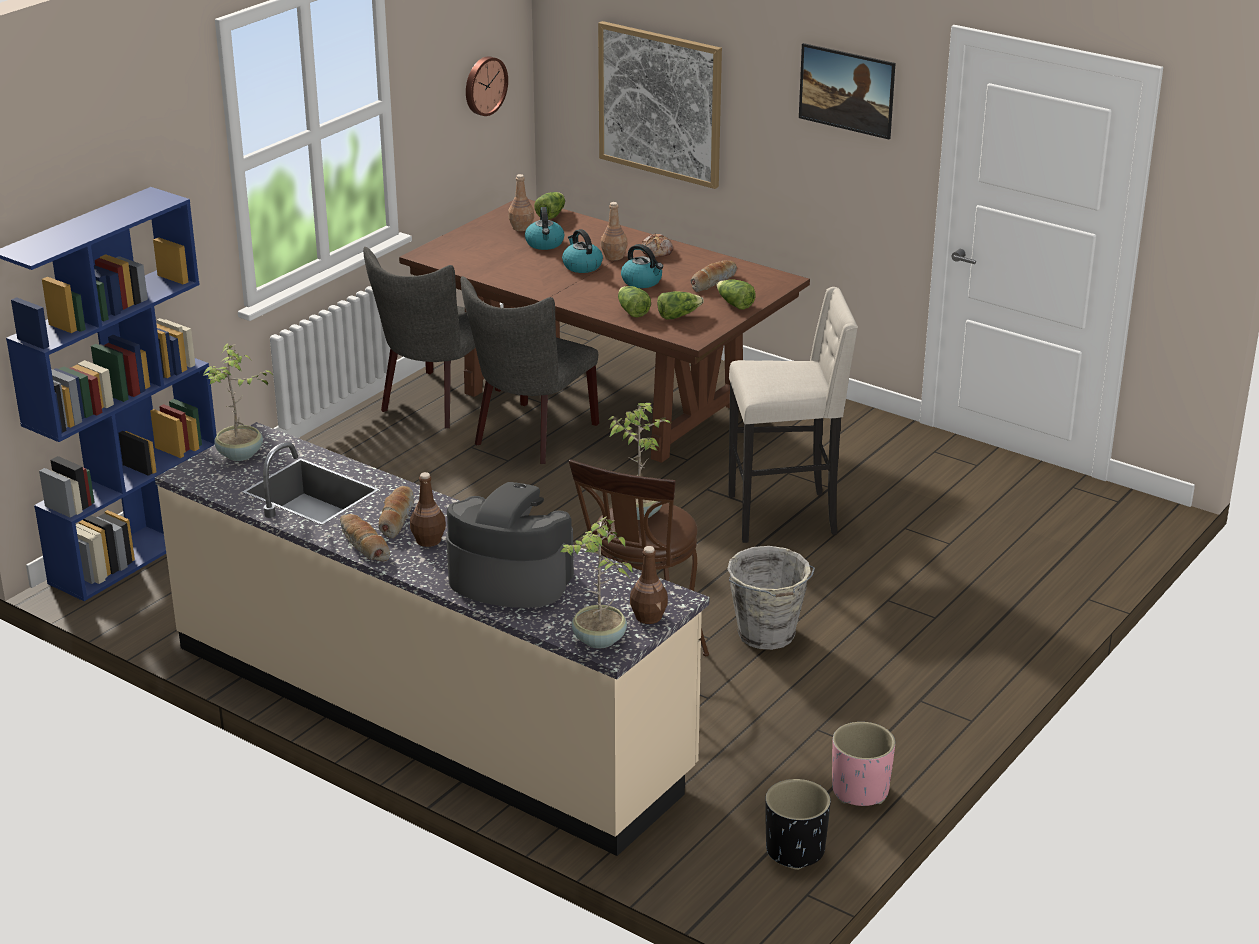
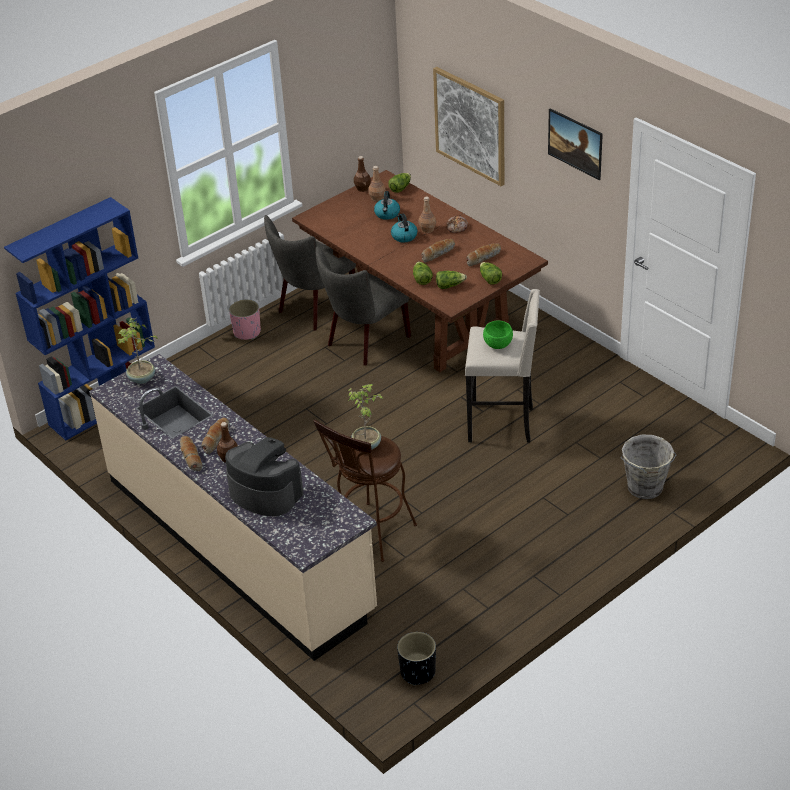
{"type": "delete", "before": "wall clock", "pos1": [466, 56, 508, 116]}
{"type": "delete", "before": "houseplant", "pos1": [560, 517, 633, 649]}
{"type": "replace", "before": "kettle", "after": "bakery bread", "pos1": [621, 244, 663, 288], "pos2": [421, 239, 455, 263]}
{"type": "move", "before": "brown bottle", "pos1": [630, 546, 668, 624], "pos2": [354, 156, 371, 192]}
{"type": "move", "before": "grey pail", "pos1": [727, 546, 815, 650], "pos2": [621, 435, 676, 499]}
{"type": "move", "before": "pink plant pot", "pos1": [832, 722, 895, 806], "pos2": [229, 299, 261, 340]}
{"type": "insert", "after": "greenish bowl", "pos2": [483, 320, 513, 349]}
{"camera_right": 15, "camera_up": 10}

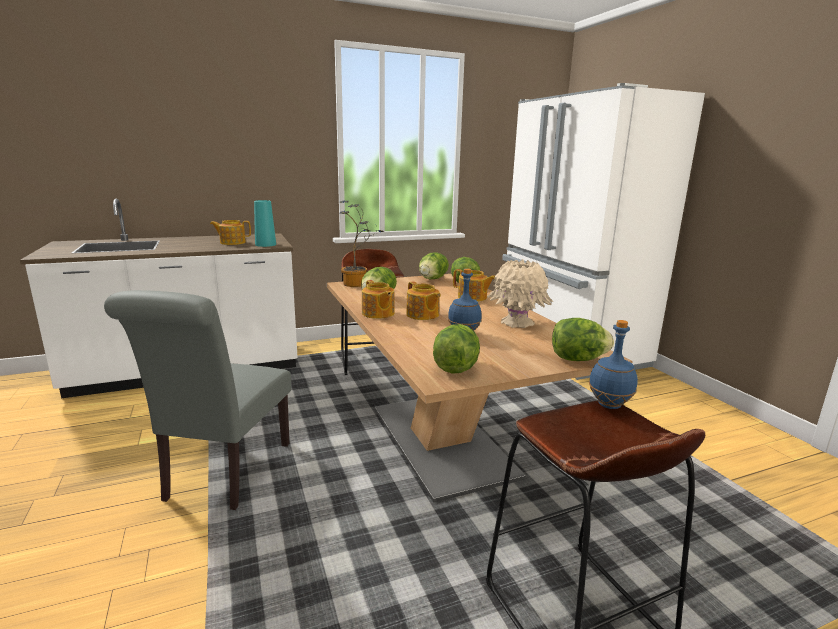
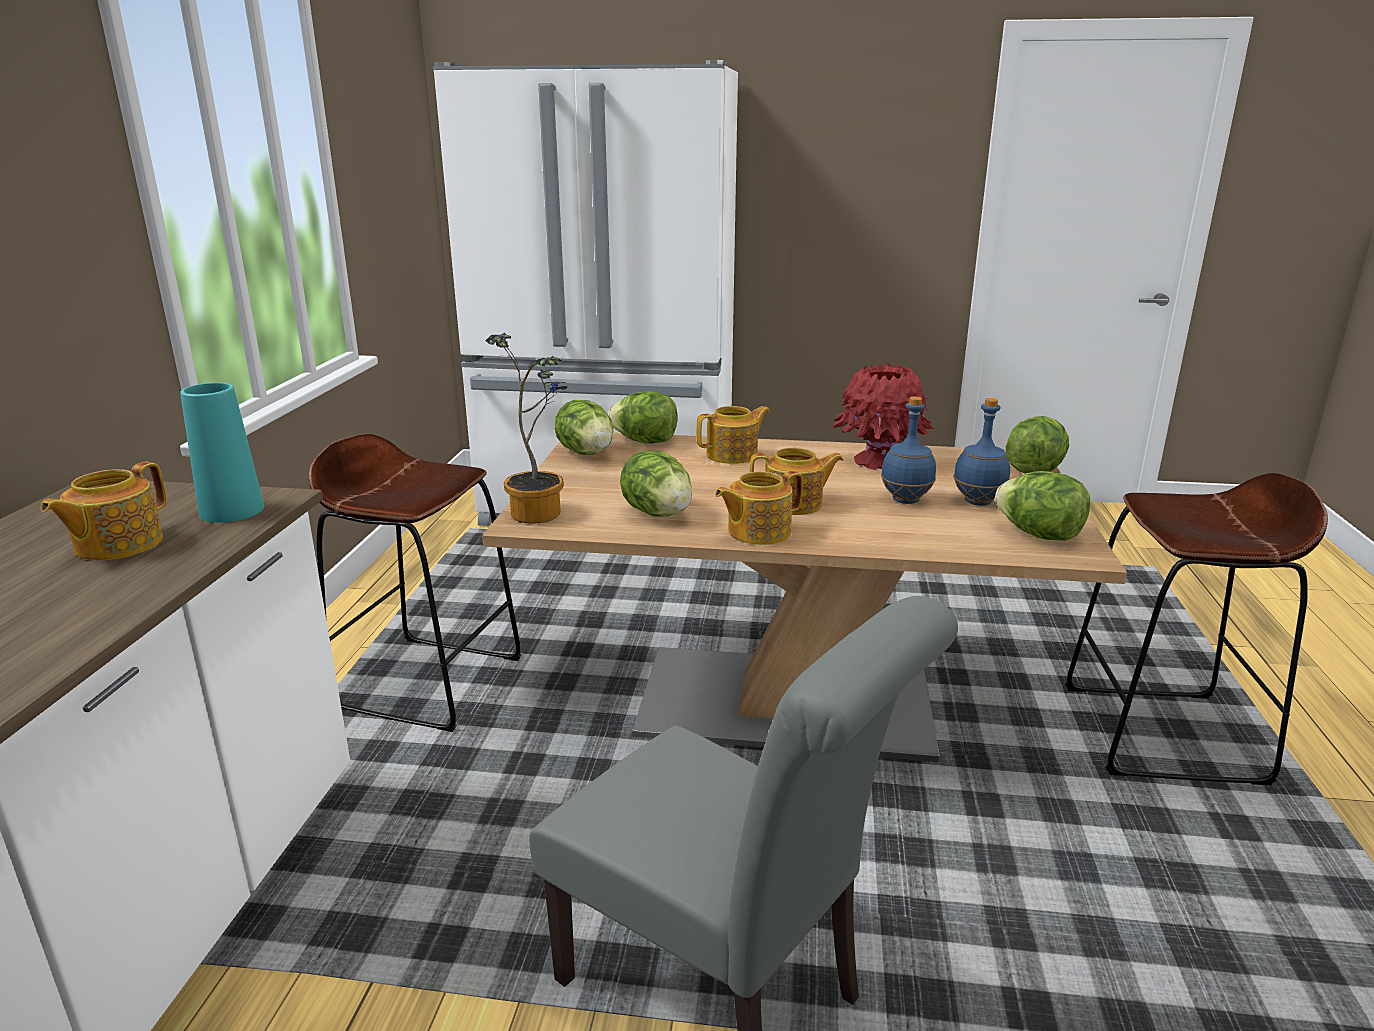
{"type": "rotate", "before": "teapot", "pos1": [362, 280, 395, 319], "pos2": [715, 471, 803, 545], "turn": 150}
{"type": "recolor", "before": "beige-coloured flower vase", "after": "red flower vase", "pos1": [487, 259, 553, 328], "pos2": [833, 363, 934, 470]}
{"type": "move", "before": "bluish bottle", "pos1": [589, 320, 638, 409], "pos2": [953, 398, 1010, 506]}
{"camera_right": -60, "camera_up": 5}

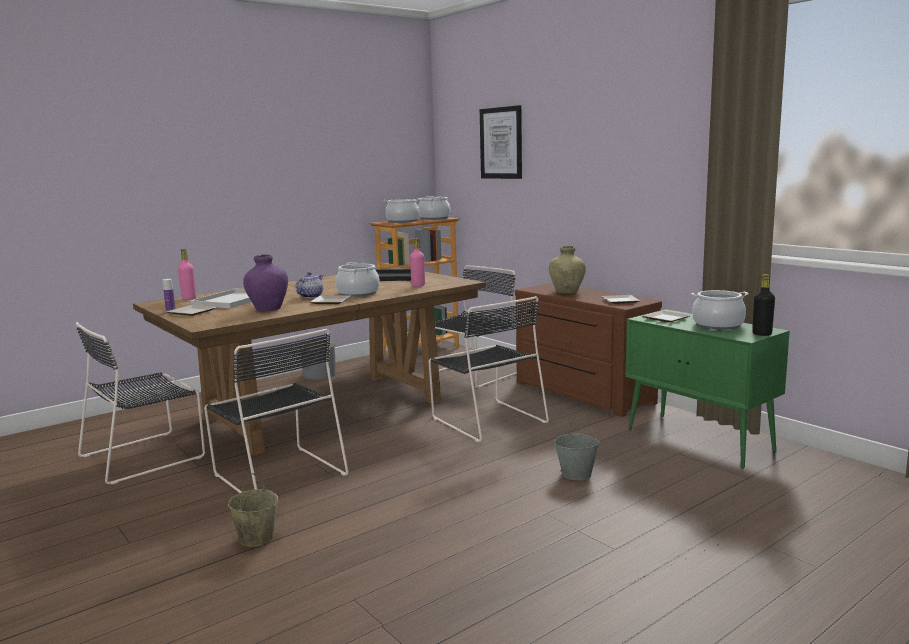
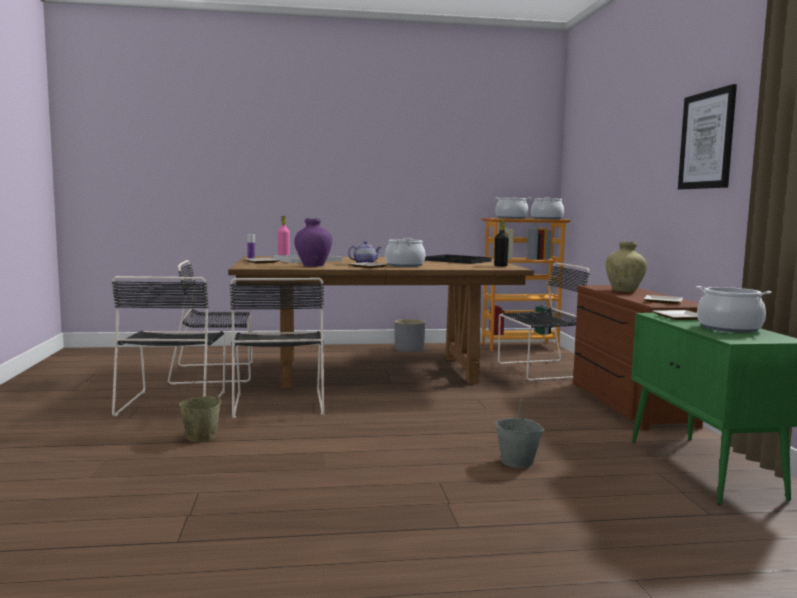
{"type": "delete", "before": "pink bottle", "pos1": [410, 238, 425, 287]}
{"type": "move", "before": "blackish upright chair", "pos1": [429, 296, 549, 442], "pos2": [112, 276, 226, 416]}
{"type": "move", "before": "wall picture", "pos1": [480, 105, 522, 179], "pos2": [678, 84, 737, 189]}
{"type": "move", "before": "blackish bottle", "pos1": [752, 274, 775, 336], "pos2": [494, 221, 509, 267]}
{"camera_right": 30, "camera_up": -5}

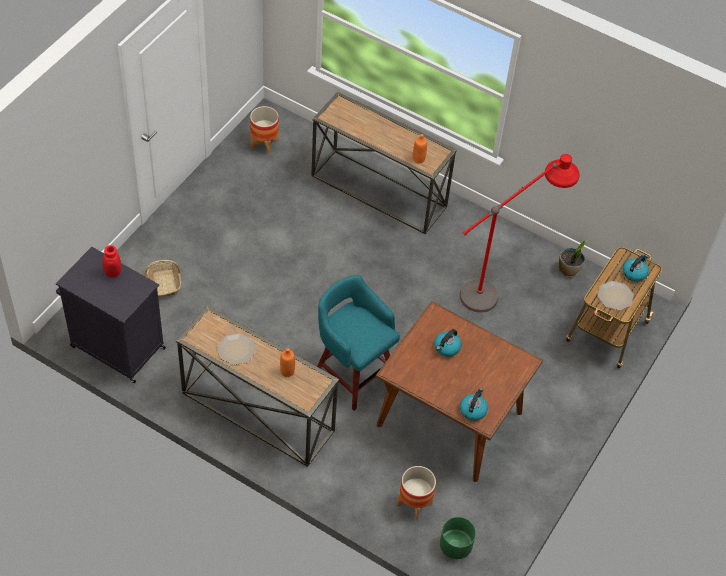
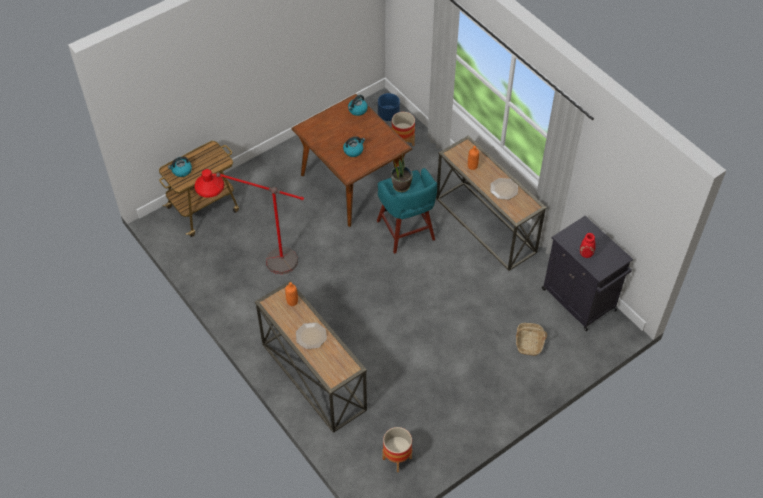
{"type": "recolor", "before": "greenish plant pot", "after": "bluish plant pot", "pos1": [440, 517, 476, 559], "pos2": [378, 93, 400, 121]}
{"type": "move", "before": "houseplant", "pos1": [559, 240, 587, 277], "pos2": [391, 154, 413, 192]}
{"type": "move", "before": "plate", "pos1": [598, 281, 634, 310], "pos2": [296, 322, 327, 349]}
{"camera_right": -155, "camera_up": 0}

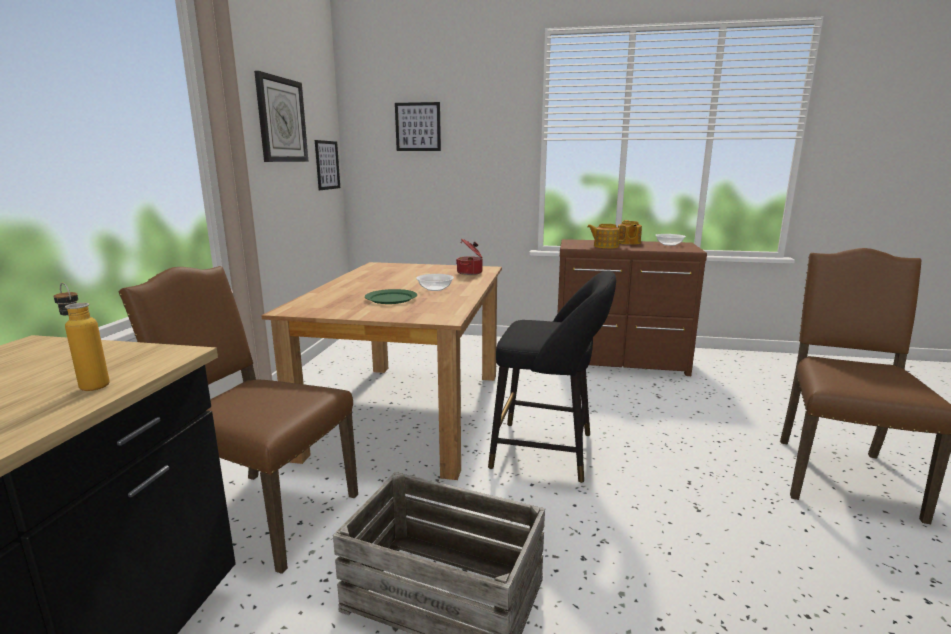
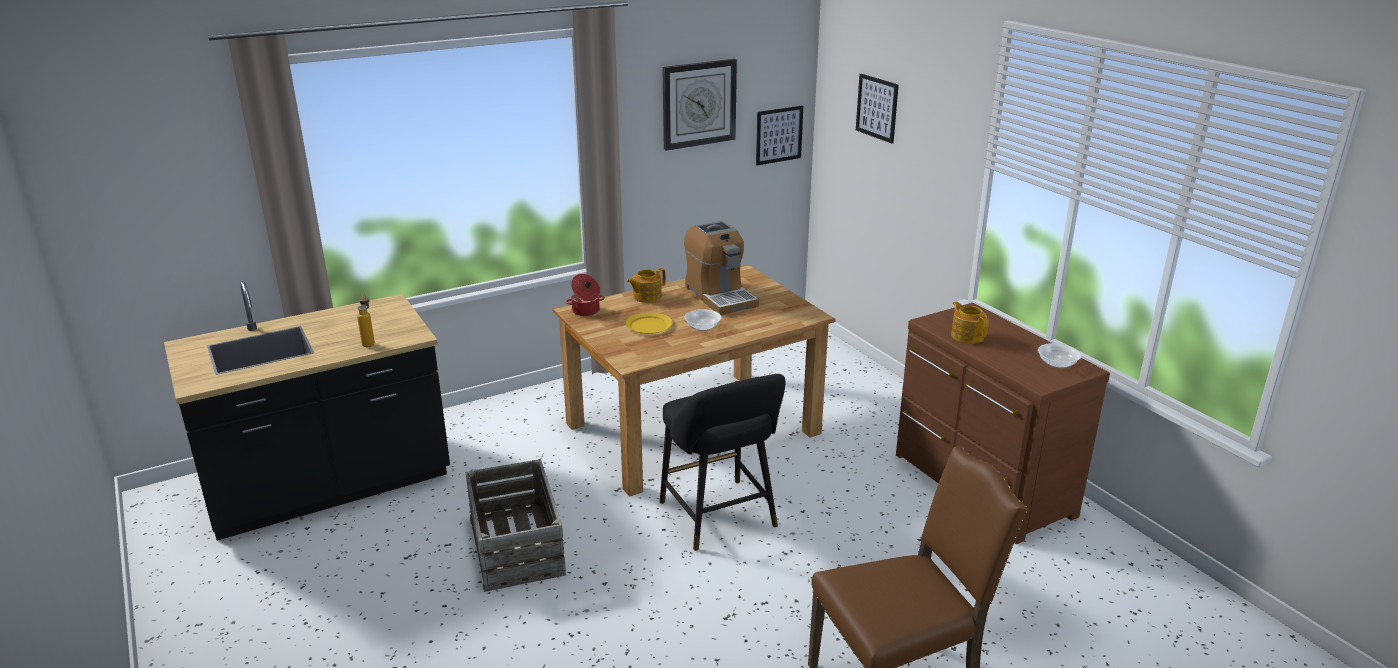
{"type": "delete", "before": "brown upright chair", "pos1": [119, 266, 358, 574]}
{"type": "recolor", "before": "greenish plate", "after": "yellowish plate", "pos1": [365, 289, 417, 304], "pos2": [626, 313, 673, 334]}
{"type": "move", "before": "saucepot", "pos1": [456, 239, 483, 275], "pos2": [566, 274, 605, 316]}
{"type": "move", "before": "teapot", "pos1": [618, 220, 642, 245], "pos2": [627, 268, 666, 303]}
{"type": "insert", "after": "coffee maker", "pos2": [684, 221, 759, 315]}
{"camera_right": 50, "camera_up": 10}

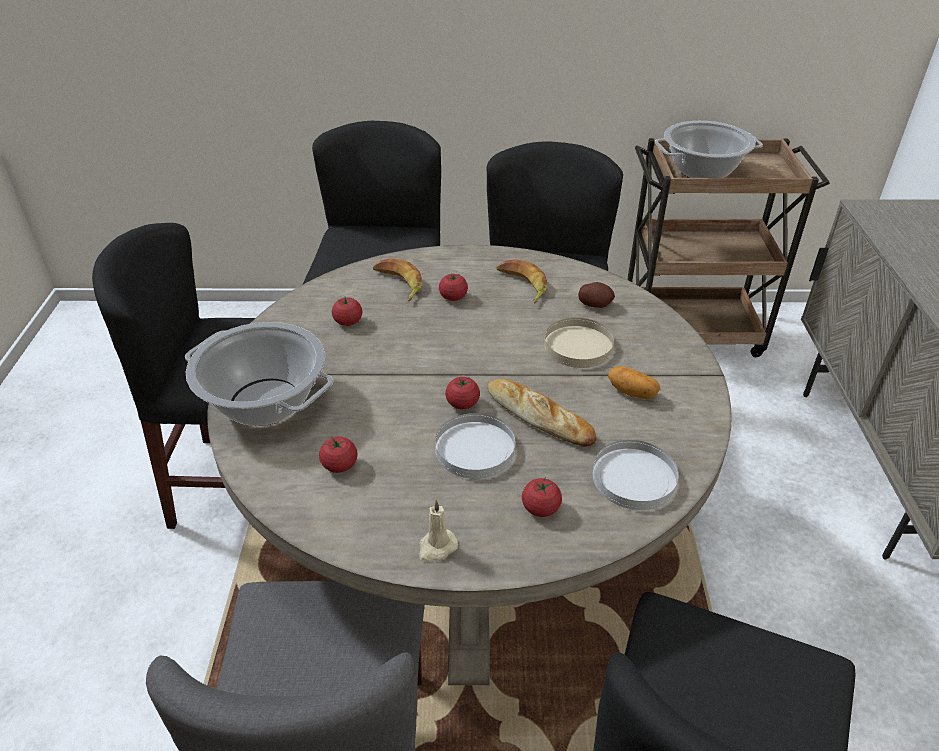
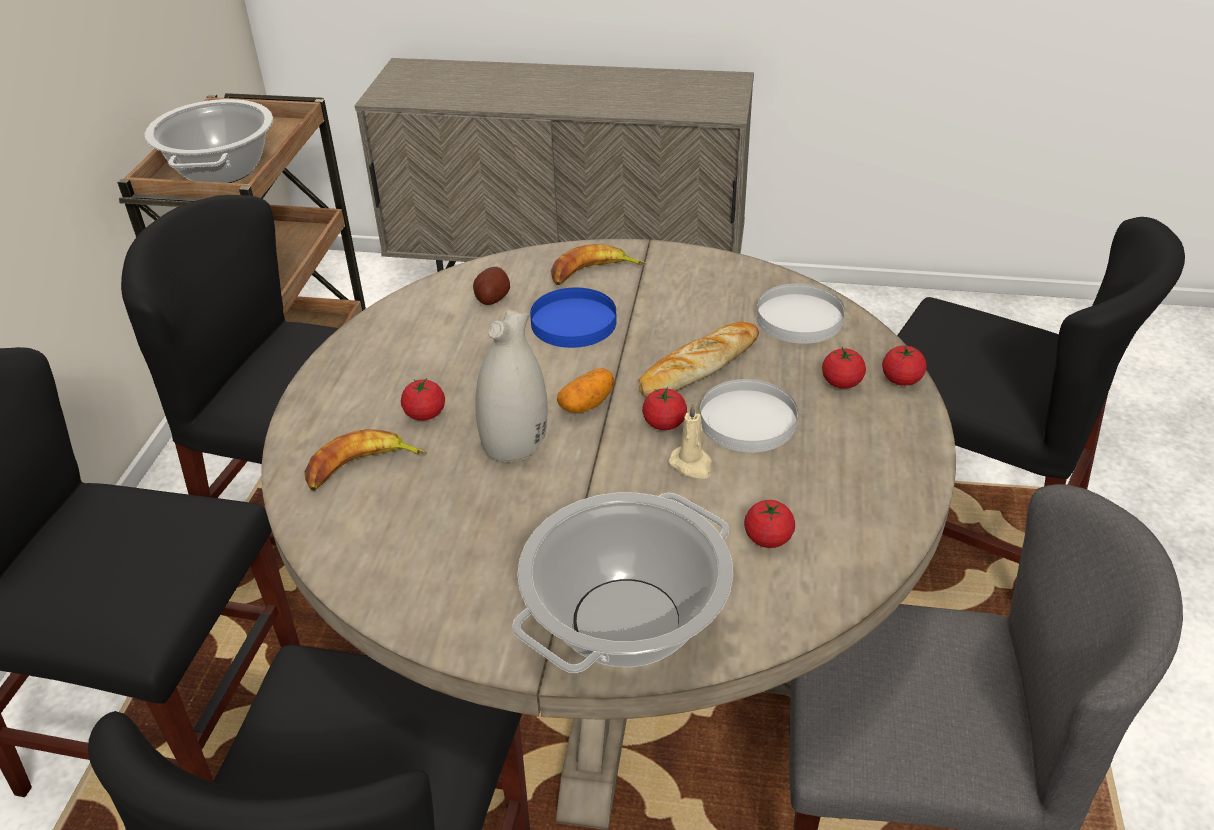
{"type": "move", "before": "fresh tomato", "pos1": [332, 297, 362, 326], "pos2": [882, 346, 927, 386]}
{"type": "move", "before": "beige-coloured wax candle", "pos1": [419, 500, 458, 562], "pos2": [669, 404, 712, 479]}
{"type": "move", "before": "banana fruit", "pos1": [496, 259, 547, 303], "pos2": [551, 244, 646, 285]}
{"type": "recolor", "before": "beige-coloured plate", "after": "bluish plate", "pos1": [544, 318, 614, 368], "pos2": [530, 287, 617, 348]}
{"type": "move", "before": "potato", "pos1": [608, 366, 660, 399], "pos2": [557, 368, 615, 413]}
{"type": "insert", "after": "white-coloured flower vase", "pos2": [475, 309, 548, 463]}
{"camera_right": -80, "camera_up": 0}

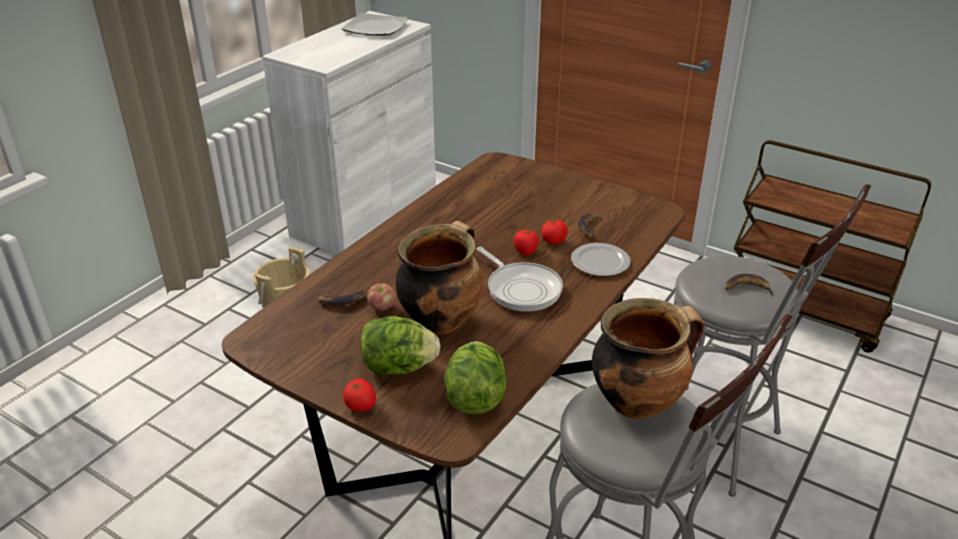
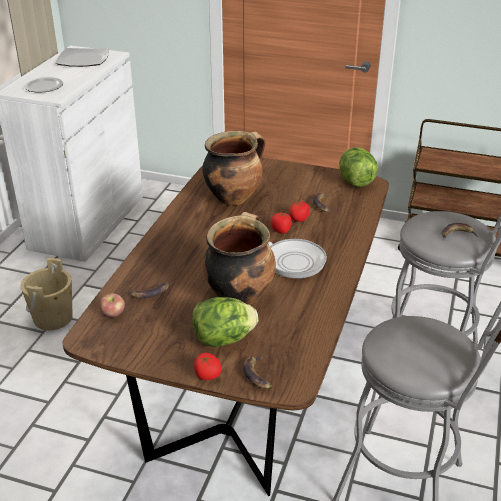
{"type": "move", "before": "apple fruit", "pos1": [367, 283, 396, 311], "pos2": [99, 293, 125, 317]}
{"type": "move", "before": "lettuce", "pos1": [444, 341, 507, 414], "pos2": [339, 147, 378, 187]}
{"type": "move", "before": "plate", "pos1": [571, 243, 631, 276], "pos2": [24, 77, 63, 93]}
{"type": "move", "before": "saucepot", "pos1": [592, 298, 704, 419], "pos2": [202, 131, 265, 205]}
{"type": "insert", "after": "banana fruit", "pos2": [243, 356, 272, 388]}
{"camera_right": -15, "camera_up": 0}

